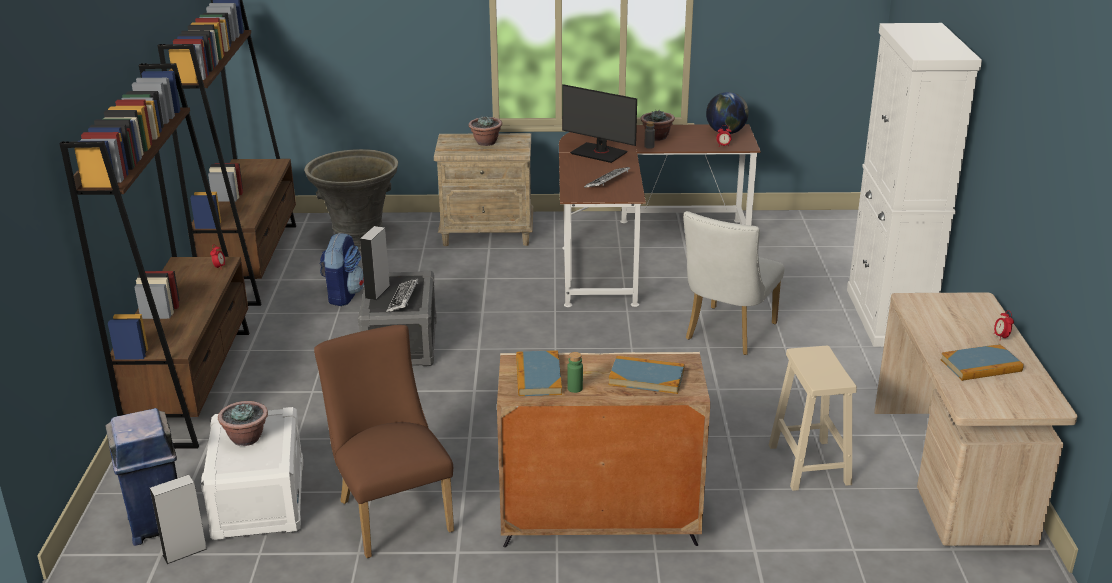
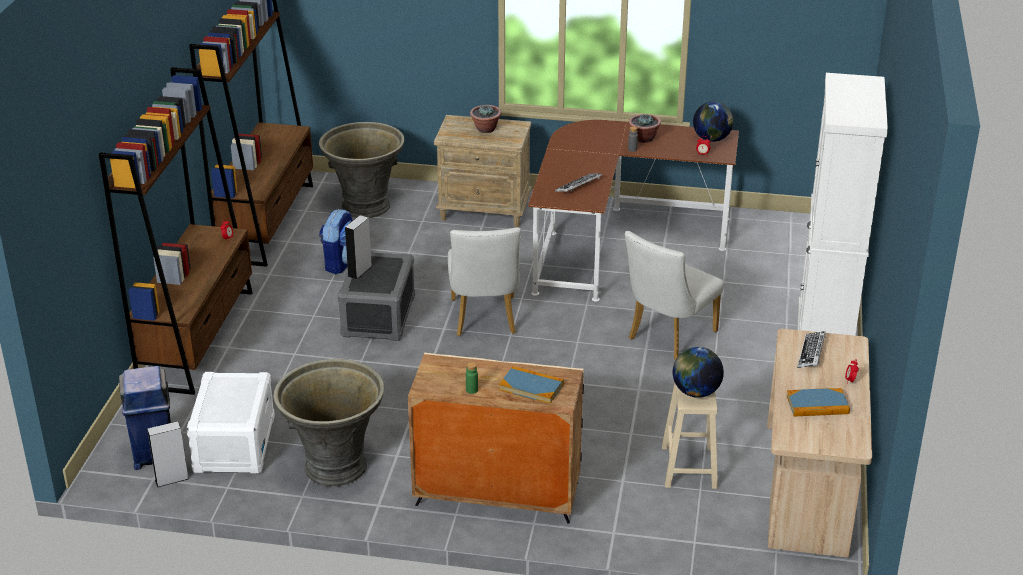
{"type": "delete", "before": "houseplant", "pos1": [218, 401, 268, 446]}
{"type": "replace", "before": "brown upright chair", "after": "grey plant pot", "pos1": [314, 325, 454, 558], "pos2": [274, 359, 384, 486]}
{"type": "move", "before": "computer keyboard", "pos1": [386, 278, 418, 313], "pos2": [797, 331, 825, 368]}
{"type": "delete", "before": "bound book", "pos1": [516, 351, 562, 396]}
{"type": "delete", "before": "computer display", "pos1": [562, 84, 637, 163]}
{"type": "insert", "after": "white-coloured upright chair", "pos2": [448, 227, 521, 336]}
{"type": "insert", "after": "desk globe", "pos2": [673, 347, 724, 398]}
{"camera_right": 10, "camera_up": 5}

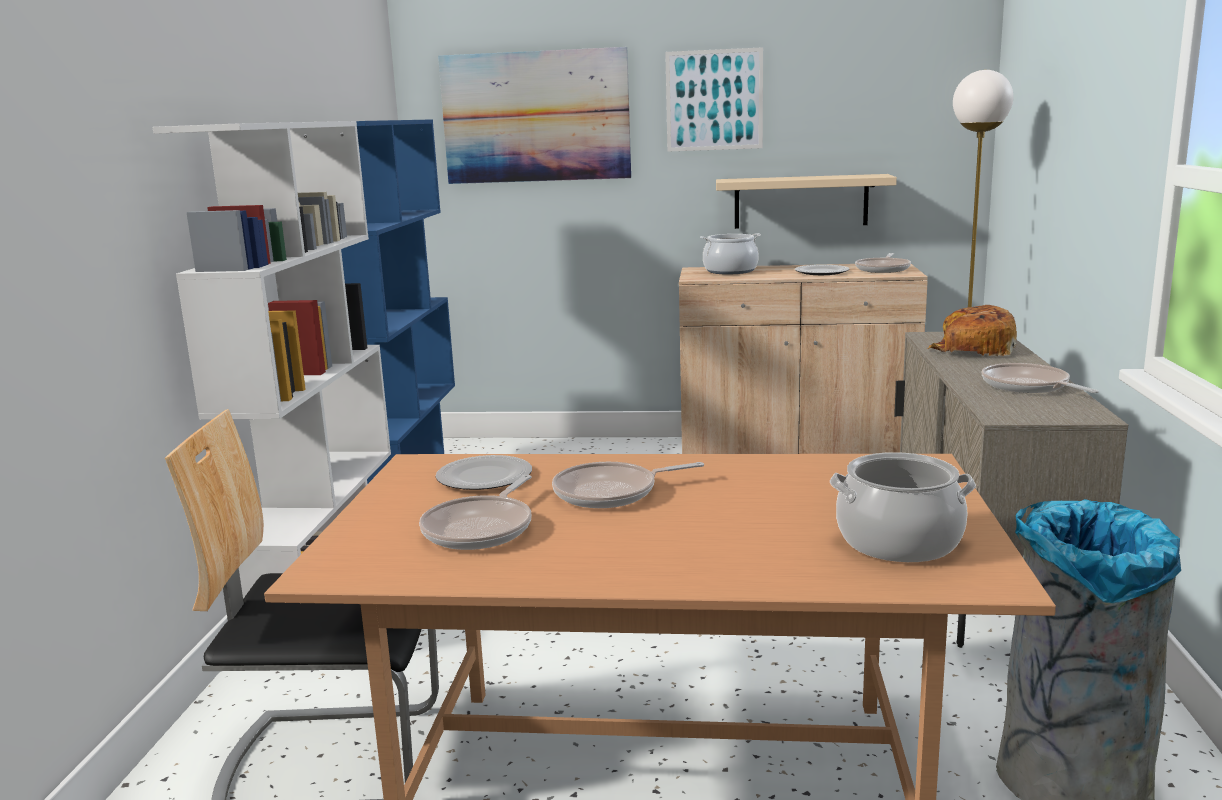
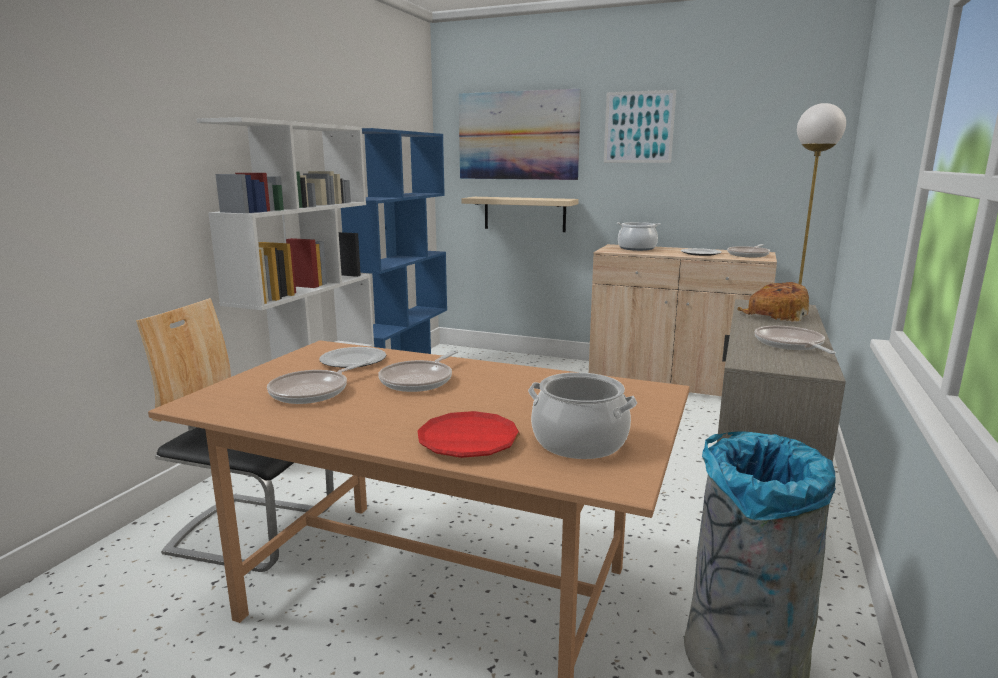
{"type": "rotate", "before": "frying pan", "pos1": [552, 462, 704, 508], "pos2": [379, 350, 458, 392], "turn": -60}
{"type": "move", "before": "beige-coloured bracket shelf", "pos1": [716, 174, 897, 229], "pos2": [461, 197, 579, 232]}
{"type": "insert", "after": "red plate", "pos2": [418, 411, 520, 458]}
{"camera_right": 15, "camera_up": 0}

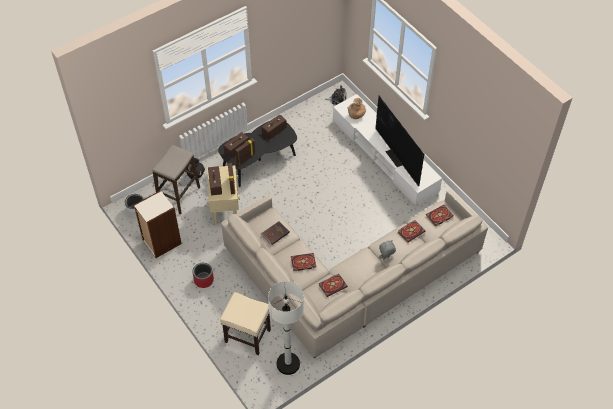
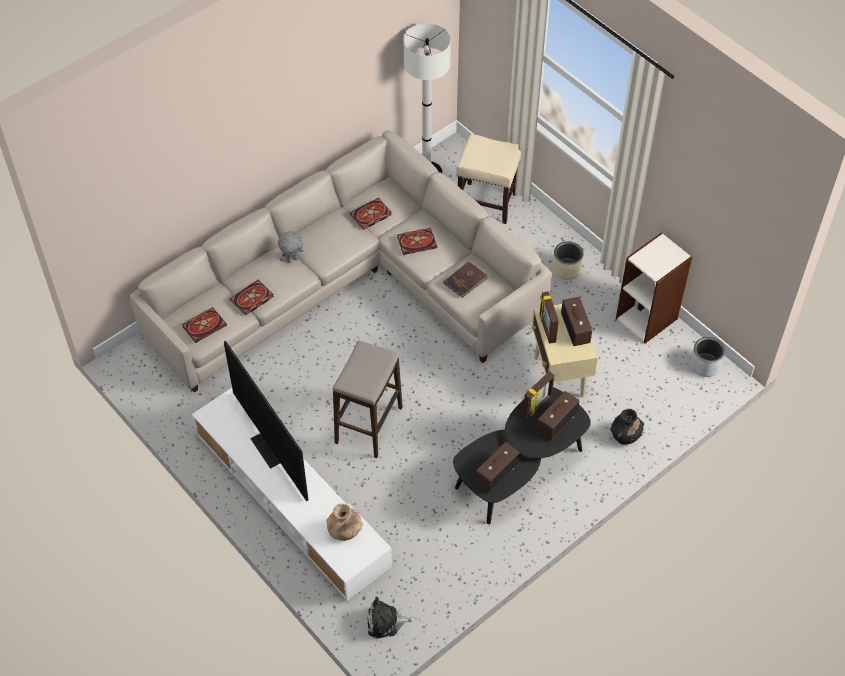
{"type": "move", "before": "stool seat", "pos1": [152, 145, 200, 215], "pos2": [333, 341, 403, 458]}
{"type": "recolor", "before": "red plant pot", "after": "beige-coloured plant pot", "pos1": [193, 263, 214, 288], "pos2": [552, 241, 584, 280]}
{"camera_right": 175, "camera_up": 0}

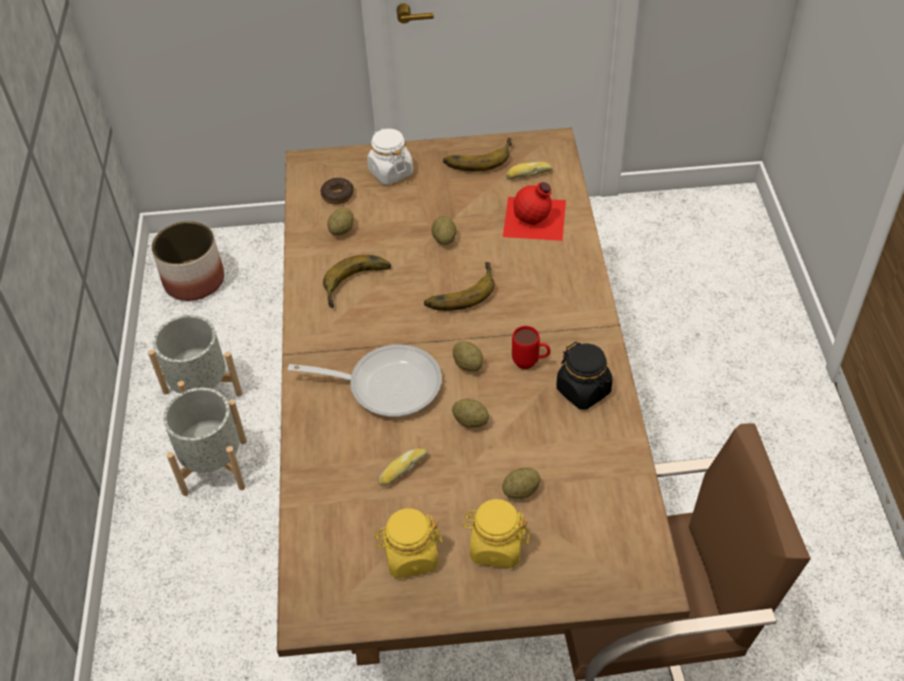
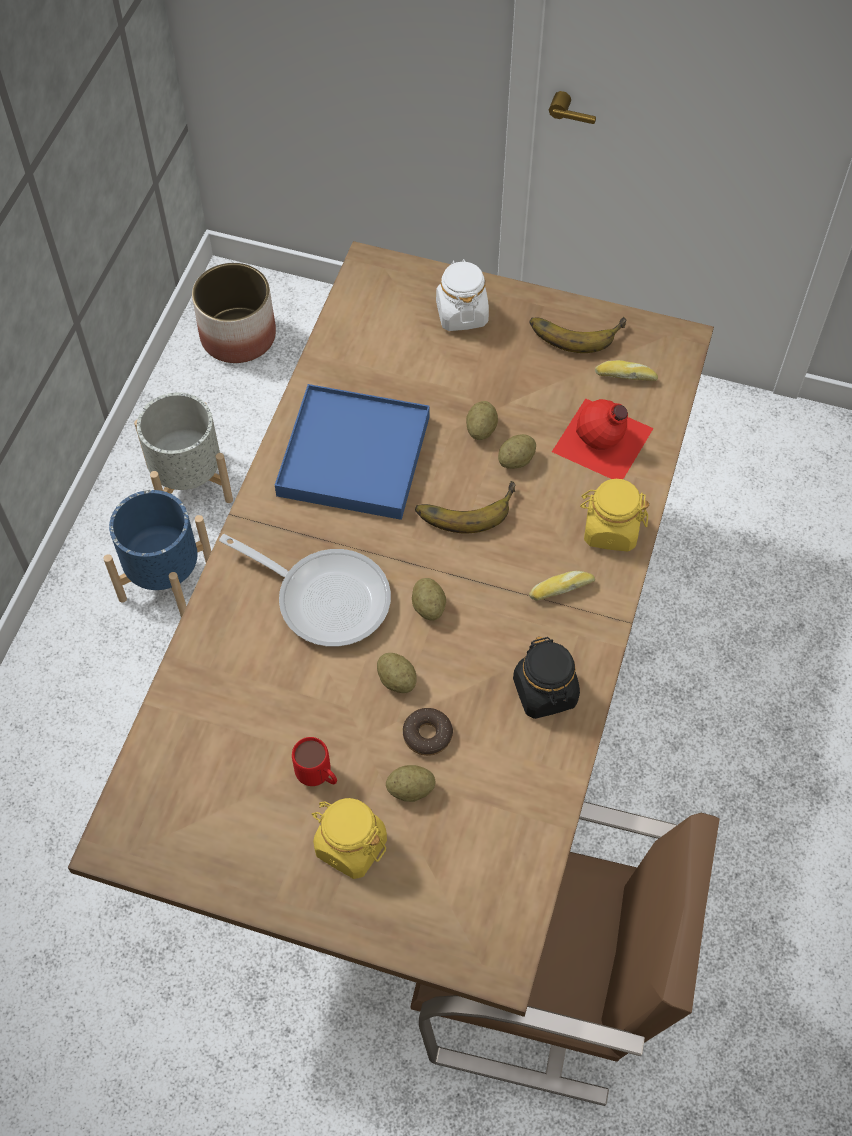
{"type": "recolor", "before": "grey plant pot", "after": "bluish plant pot", "pos1": [163, 388, 247, 496], "pos2": [103, 490, 211, 618]}
{"type": "move", "before": "donut", "pos1": [320, 178, 354, 204], "pos2": [403, 708, 453, 756]}
{"type": "replace", "before": "banana fruit", "after": "bluish serving tray", "pos1": [323, 255, 391, 308], "pos2": [275, 384, 430, 520]}
{"type": "move", "before": "potato", "pos1": [327, 208, 354, 236], "pos2": [498, 434, 536, 469]}
{"type": "move", "before": "yellowish preserve jar", "pos1": [374, 508, 442, 579], "pos2": [580, 479, 649, 552]}
{"type": "move", "before": "bakery bread", "pos1": [378, 448, 428, 486], "pos2": [529, 571, 595, 601]}
{"type": "move", "before": "red tea mug", "pos1": [512, 326, 550, 369], "pos2": [292, 737, 337, 786]}
{"camera_right": 20, "camera_up": 10}

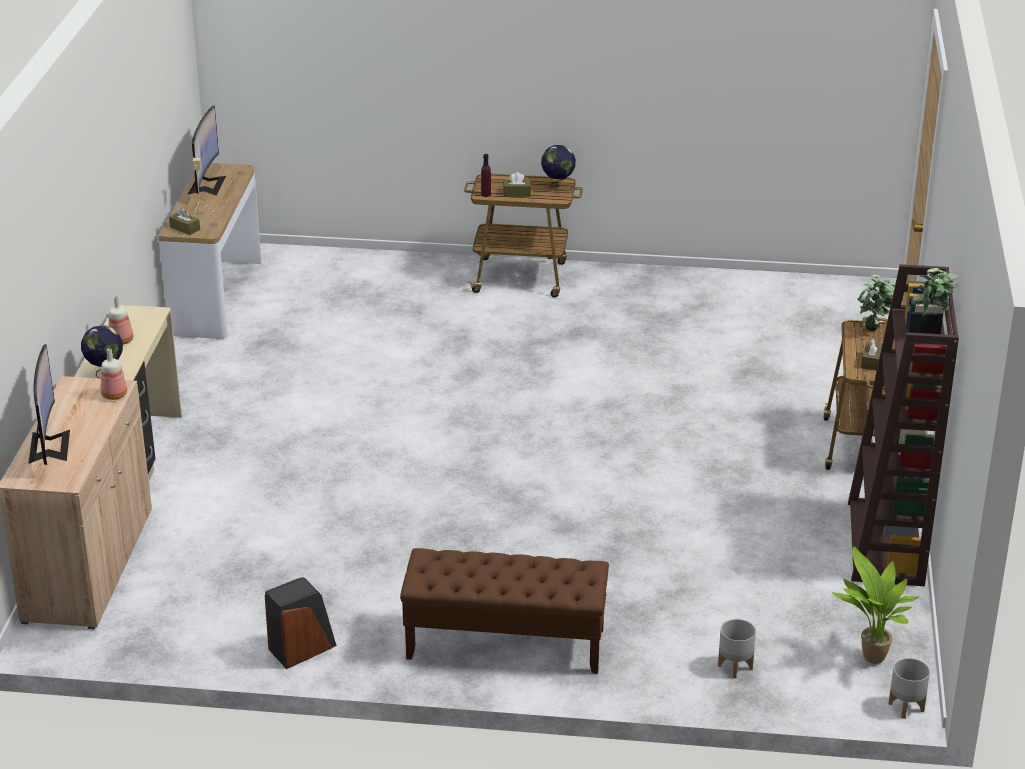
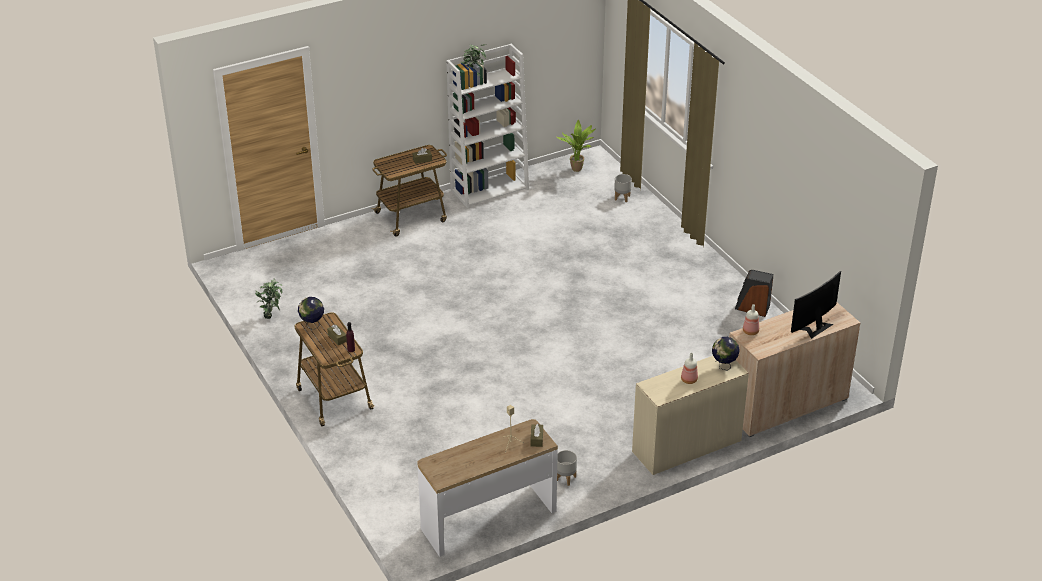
{"type": "delete", "before": "computer display", "pos1": [188, 106, 226, 196]}
{"type": "delete", "before": "brown bench", "pos1": [400, 548, 609, 674]}
{"type": "recolor", "before": "brown bookcase", "after": "white-coloured bookcase", "pos1": [848, 264, 959, 586], "pos2": [446, 44, 529, 208]}
{"type": "move", "before": "houseplant", "pos1": [857, 275, 895, 331], "pos2": [255, 279, 283, 319]}
{"type": "move", "before": "grey plant pot", "pos1": [888, 658, 930, 719], "pos2": [557, 450, 577, 486]}
{"camera_right": -125, "camera_up": 5}

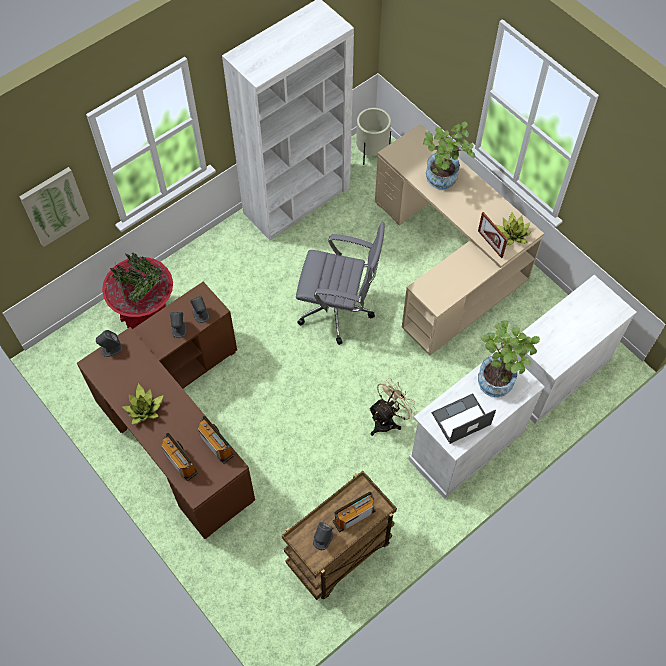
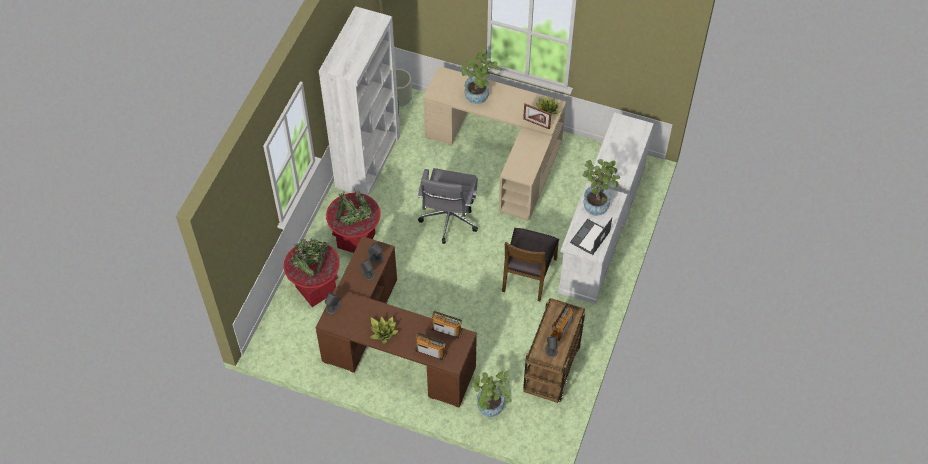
{"type": "delete", "before": "wall picture", "pos1": [19, 167, 89, 247]}
{"type": "rotate", "before": "grey computer chair", "pos1": [296, 222, 385, 345], "pos2": [418, 168, 478, 244], "turn": 120}
{"type": "replace", "before": "beige-coloured electric fan", "after": "brown upright chair", "pos1": [368, 378, 416, 436], "pos2": [502, 228, 559, 302]}
{"type": "insert", "after": "red plant pot", "pos2": [326, 188, 380, 253]}
{"type": "insert", "after": "houseplant", "pos2": [472, 371, 512, 417]}
{"camera_right": -30, "camera_up": -5}

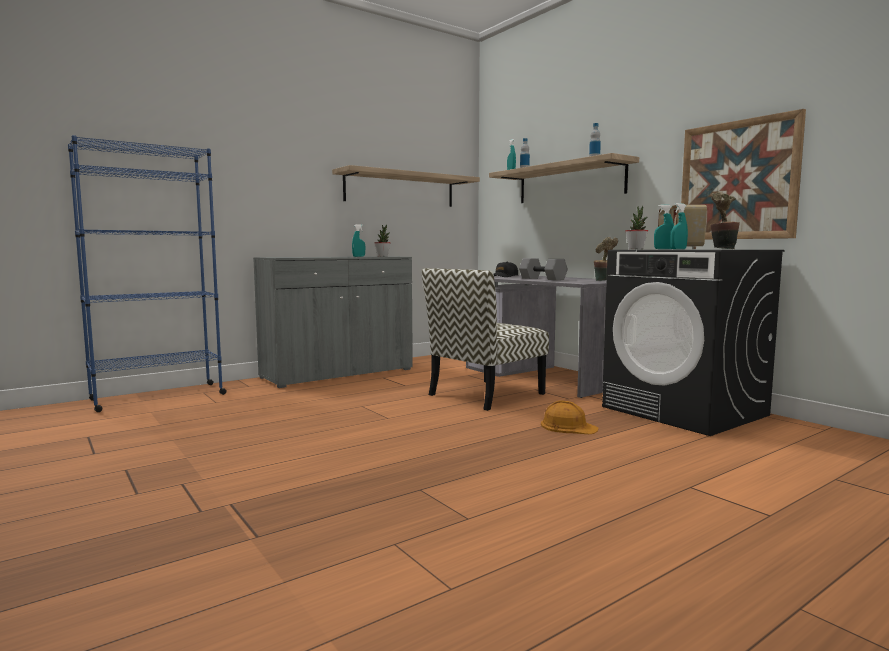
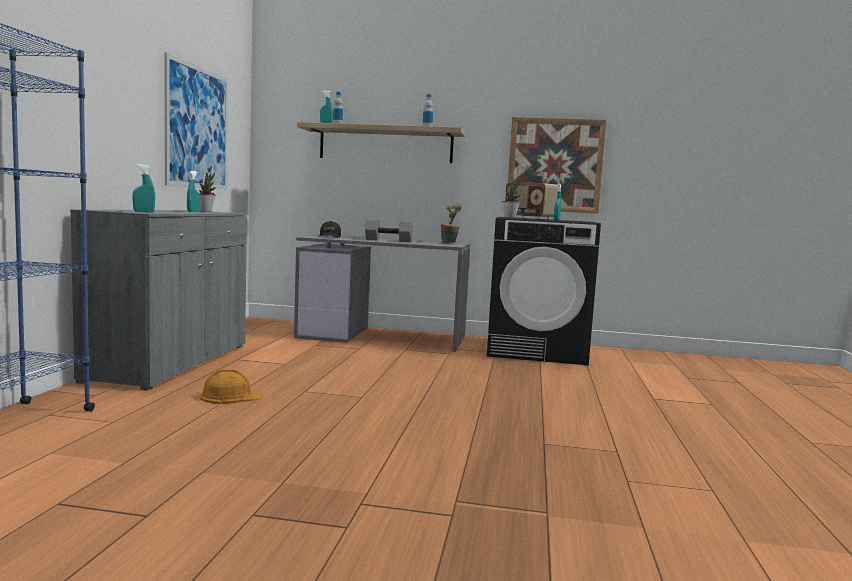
{"type": "replace", "before": "bracket shelf", "after": "wall picture", "pos1": [332, 165, 480, 207], "pos2": [165, 52, 228, 190]}
{"type": "delete", "before": "upright chair", "pos1": [422, 268, 549, 411]}
{"type": "move", "before": "orangey work helmet", "pos1": [541, 400, 599, 434], "pos2": [200, 369, 263, 404]}
{"type": "move", "before": "turquoise hand sprayer", "pos1": [654, 205, 674, 249], "pos2": [132, 164, 155, 213]}
{"type": "delete", "before": "houseplant", "pos1": [710, 193, 740, 249]}
{"camera_right": -45, "camera_up": 0}

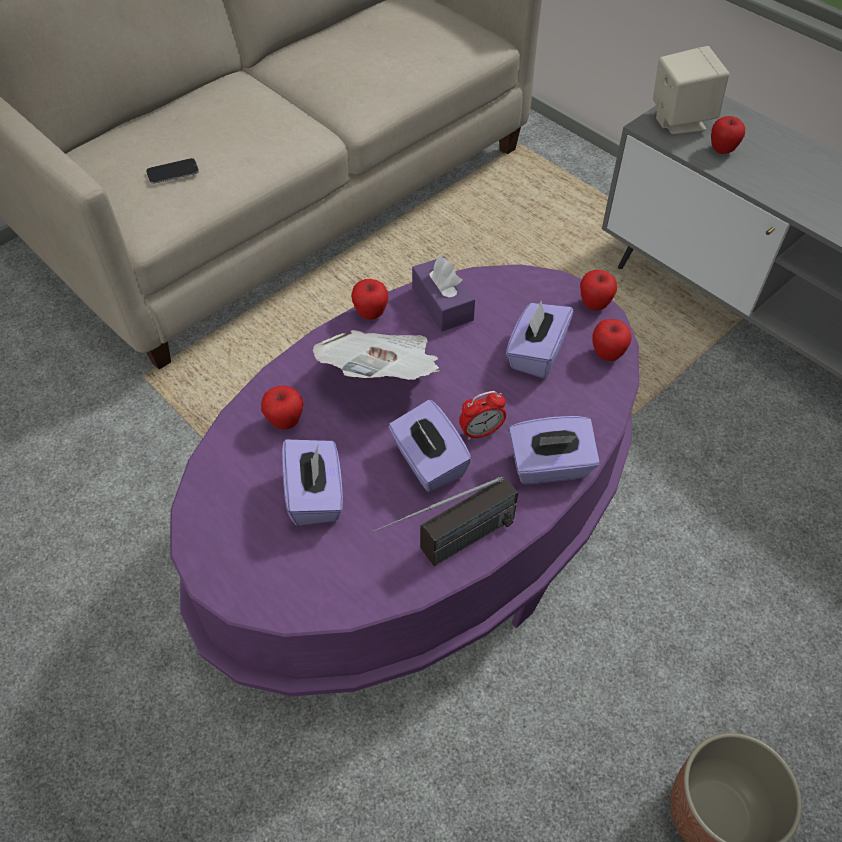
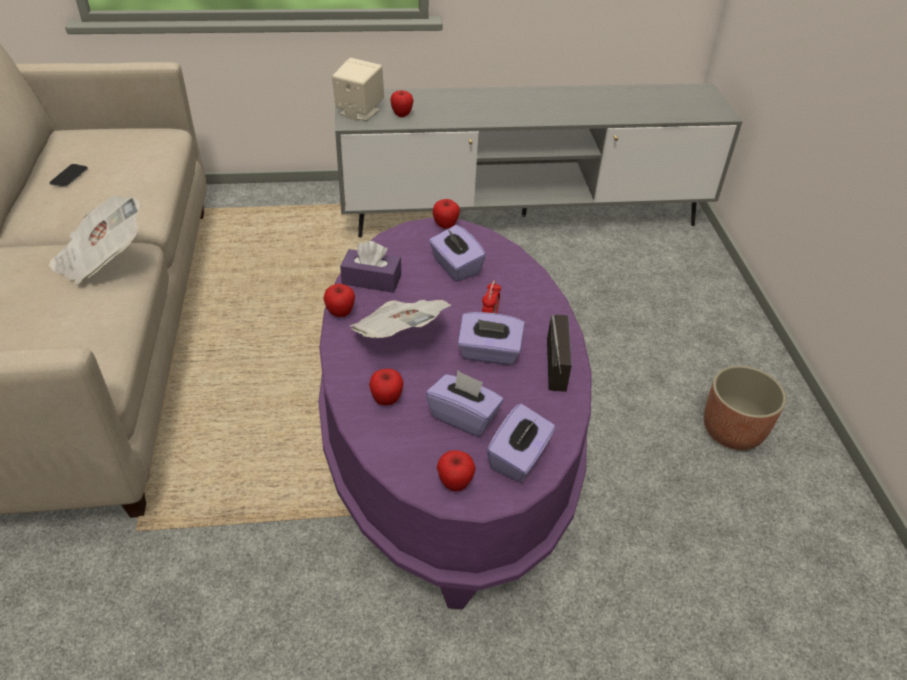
{"type": "move", "before": "handset", "pos1": [146, 158, 199, 184], "pos2": [50, 164, 88, 187]}
{"type": "move", "before": "purple-coloured tissue box", "pos1": [508, 416, 600, 484], "pos2": [487, 404, 555, 482]}
{"type": "move", "before": "apple fruit", "pos1": [592, 319, 632, 361], "pos2": [437, 450, 476, 491]}
{"type": "insert", "after": "printed paper", "pos2": [49, 195, 141, 285]}
{"camera_right": -55, "camera_up": -10}

